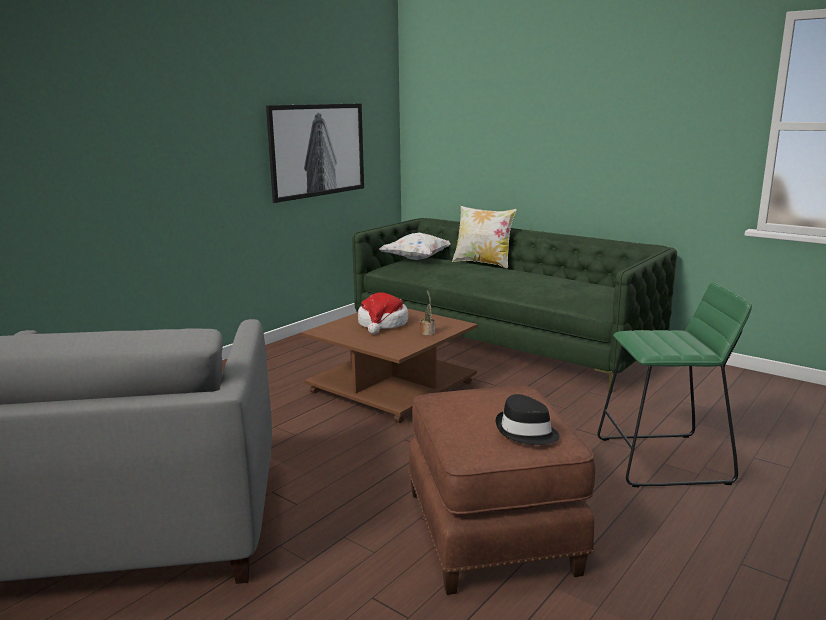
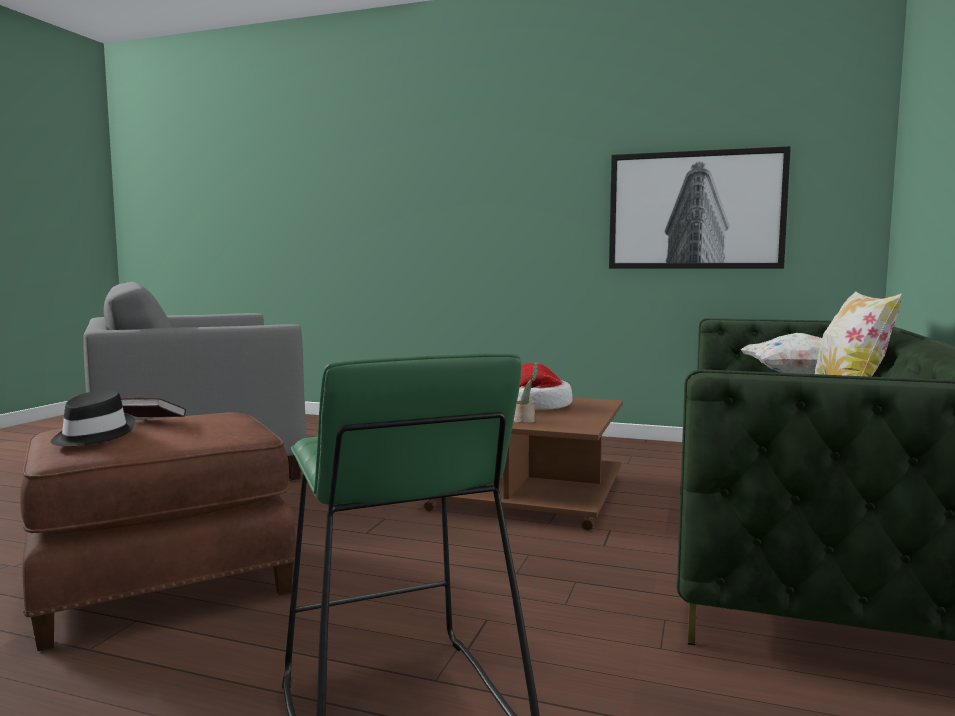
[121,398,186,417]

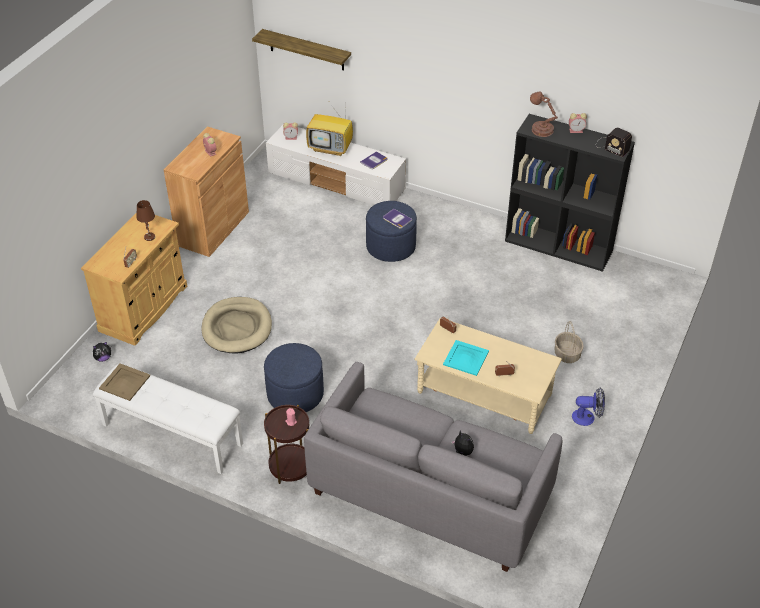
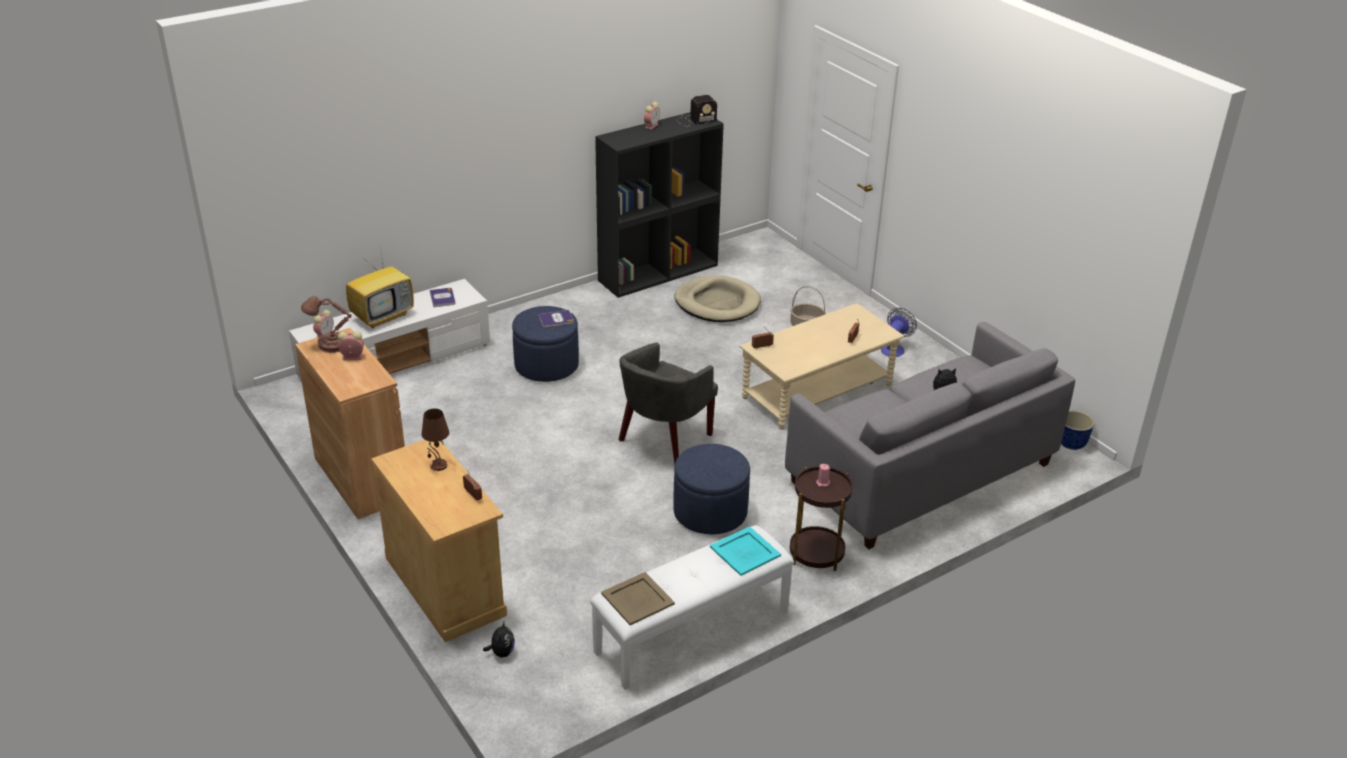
[252,29,351,71] (first image)
[301,296,352,353]
[675,275,761,322]
[710,526,781,576]
[619,342,718,465]
[1061,411,1094,450]

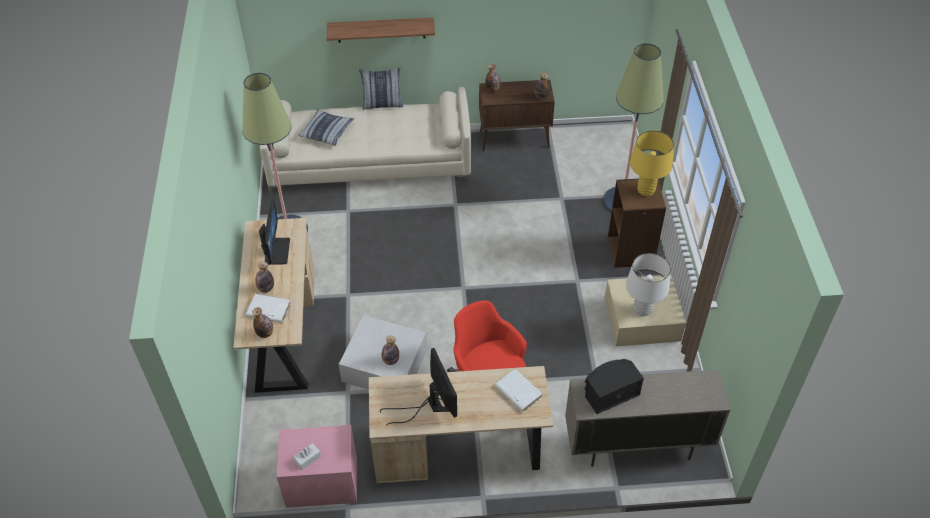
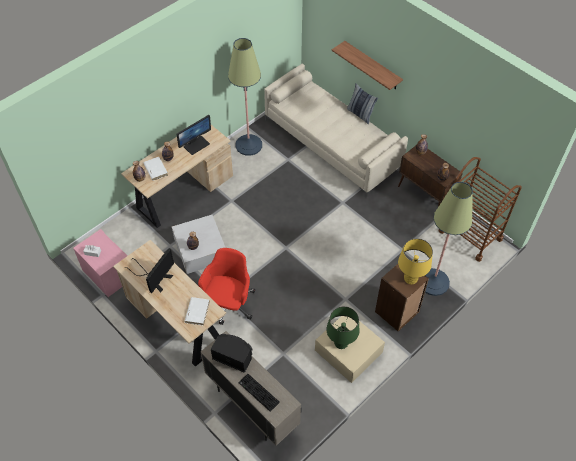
[298,109,354,146] (first image)
[326,306,359,349]
[438,157,522,262]
[239,374,280,412]

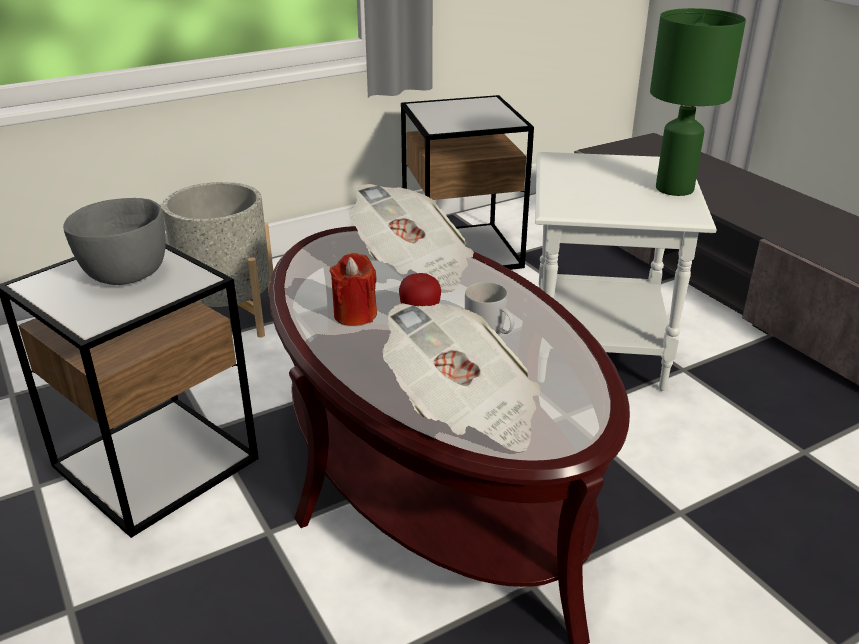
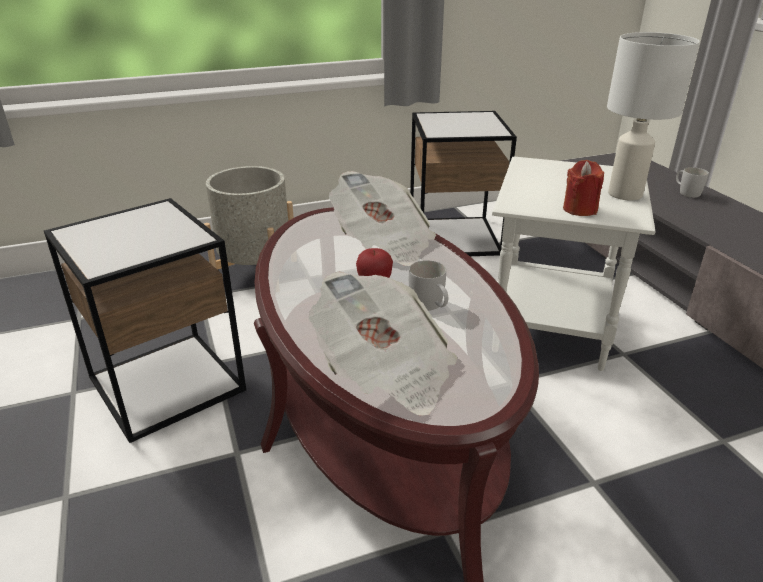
[607,32,700,201]
[63,198,166,285] (first image)
[563,160,604,216]
[676,167,709,198]

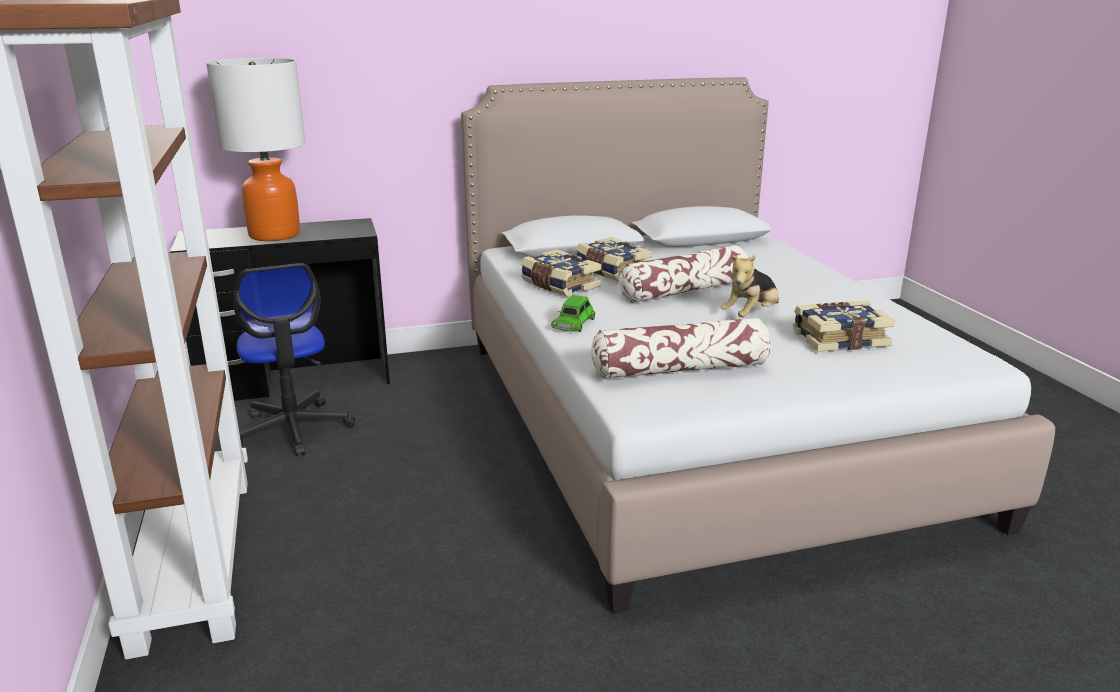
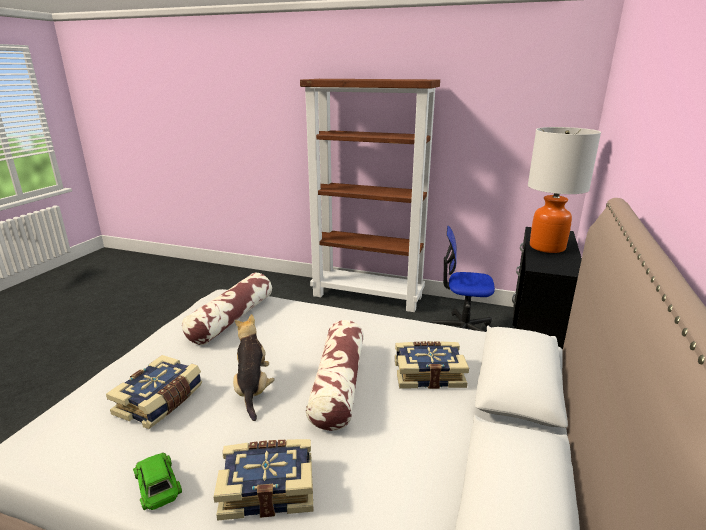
[214,439,314,520]
[133,452,182,510]

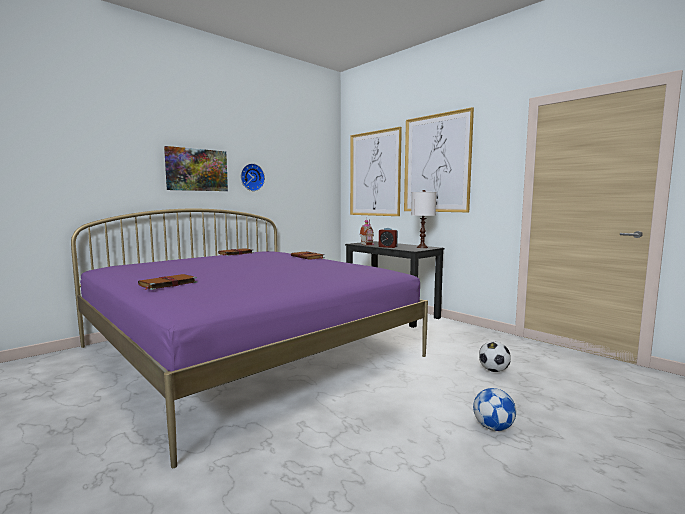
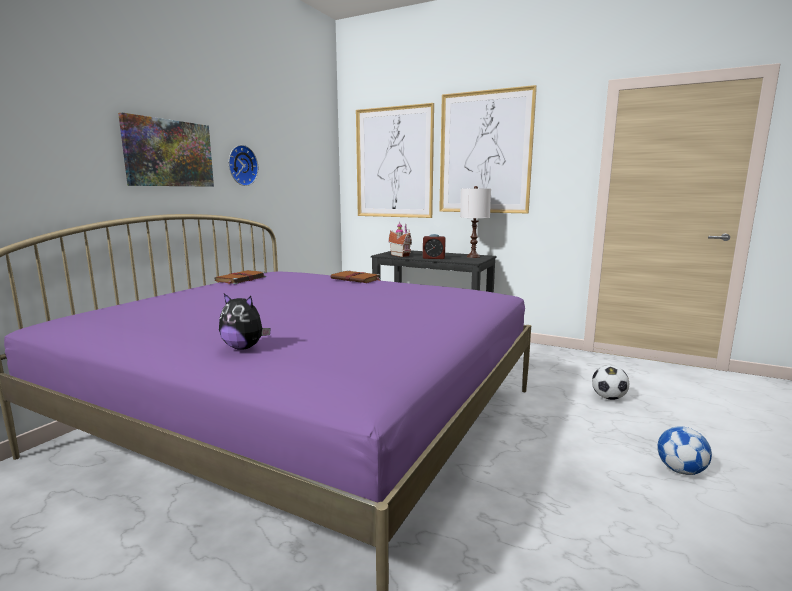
[219,294,271,350]

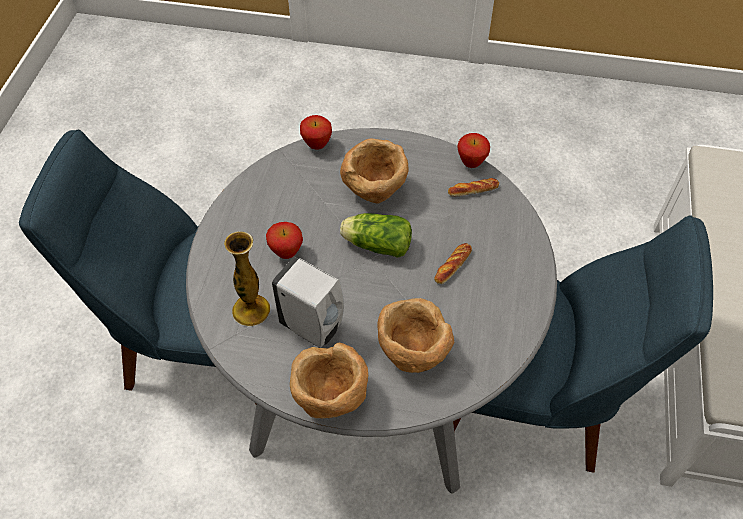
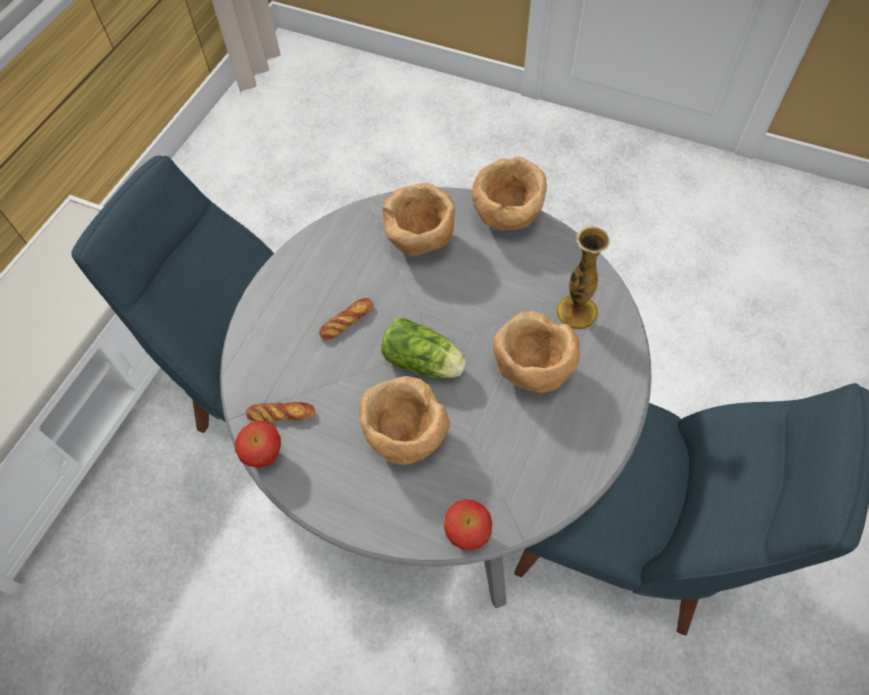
[493,311,580,393]
[272,256,344,348] (first image)

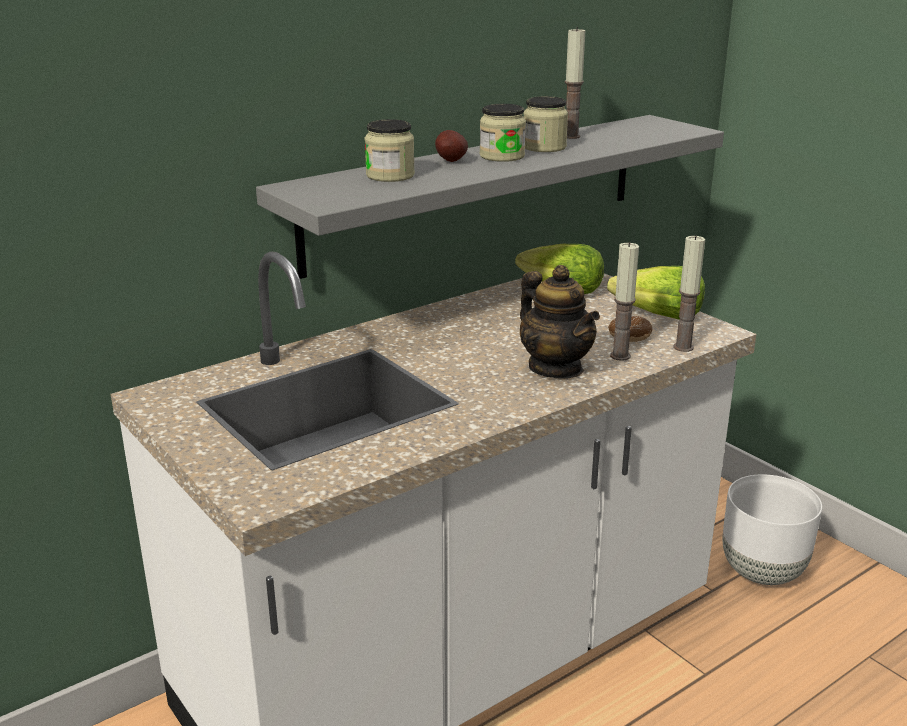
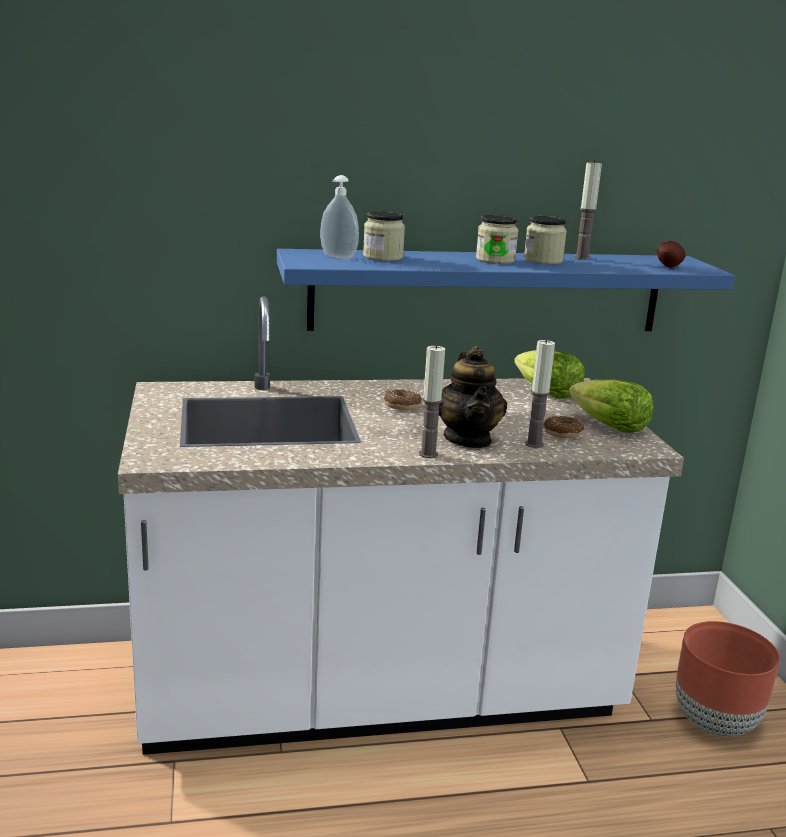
[277,249,735,331]
[657,241,686,268]
[419,345,445,458]
[676,621,780,737]
[320,175,359,259]
[384,389,422,410]

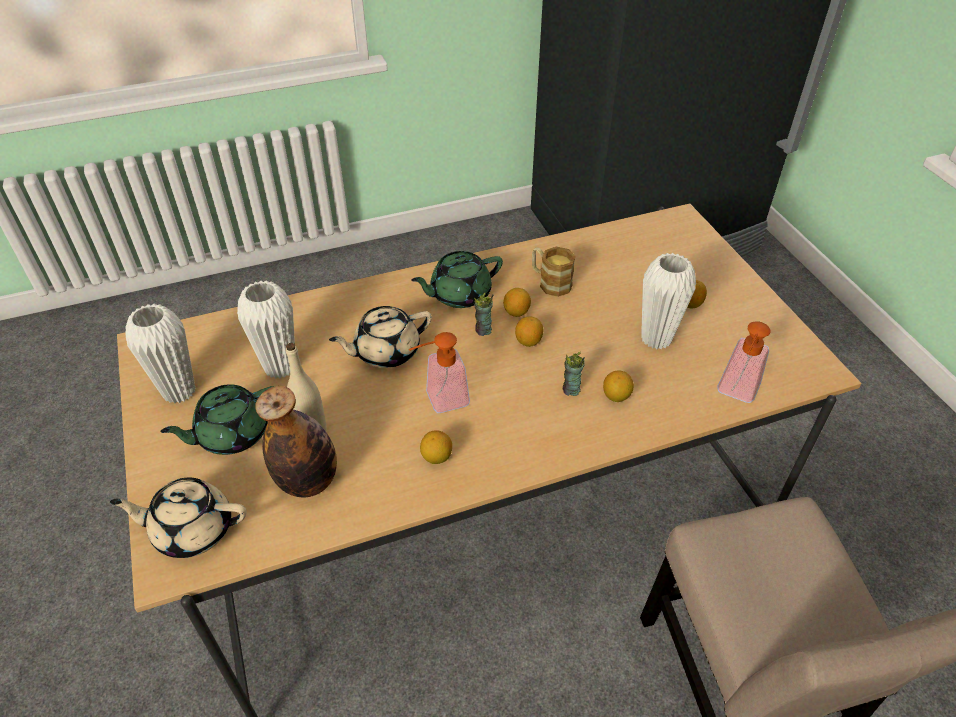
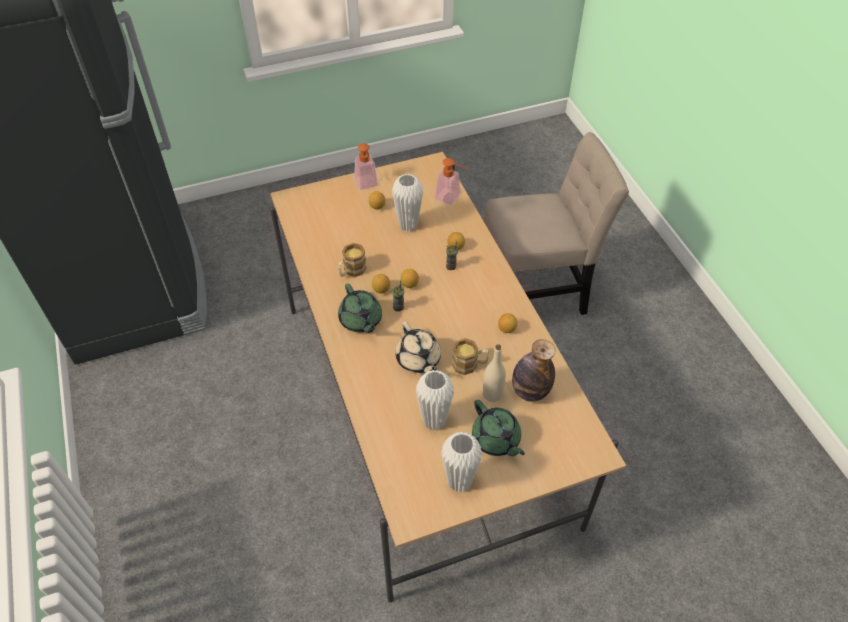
[354,143,378,190]
[110,478,247,558] (first image)
[452,338,490,375]

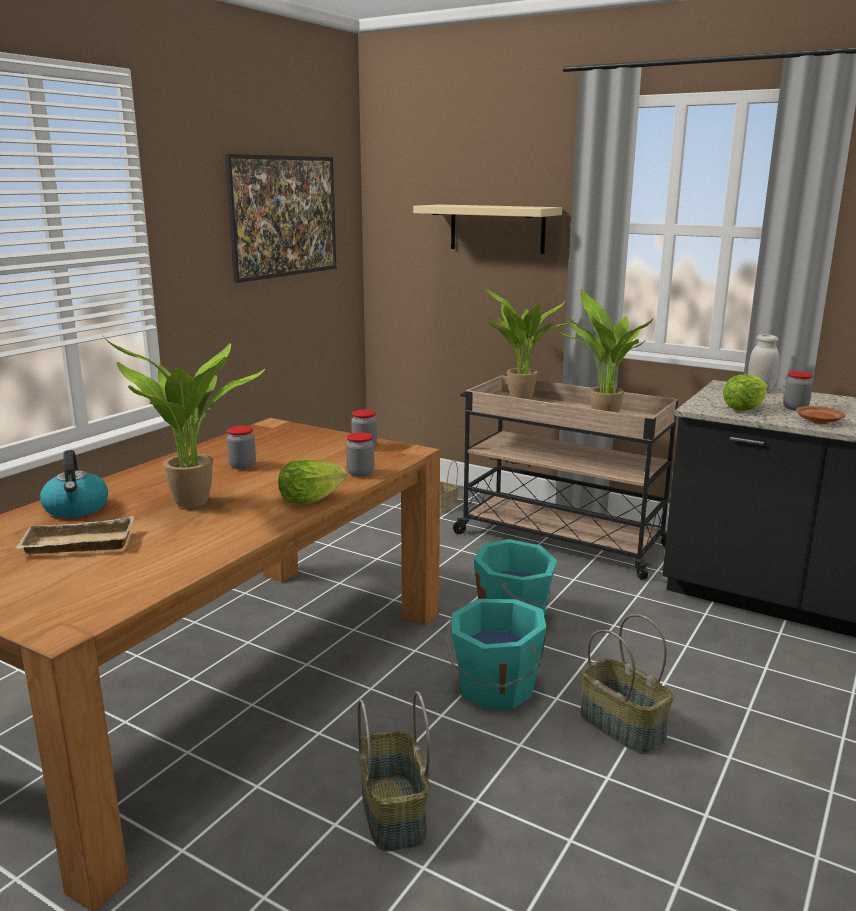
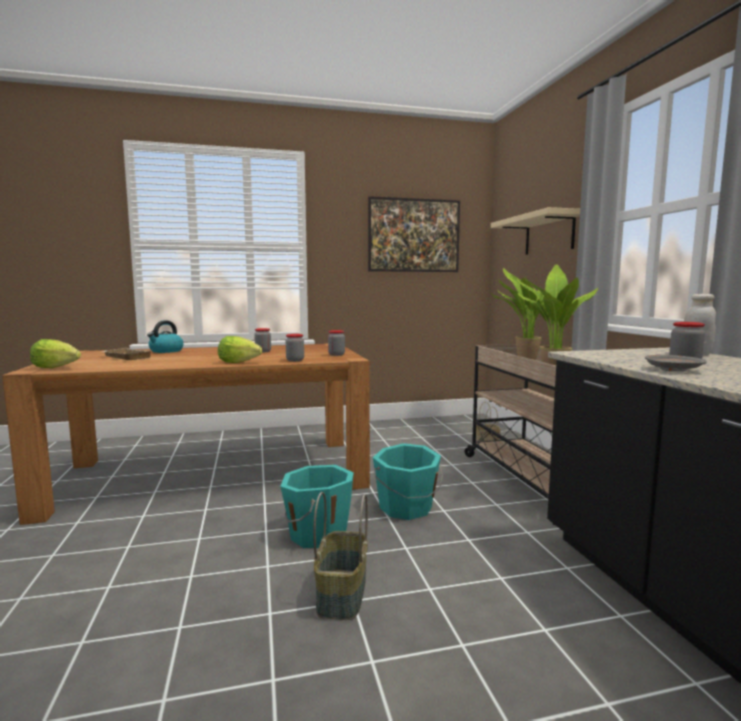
[102,335,265,508] (first image)
[30,339,81,368]
[645,355,707,371]
[358,691,430,852] (first image)

